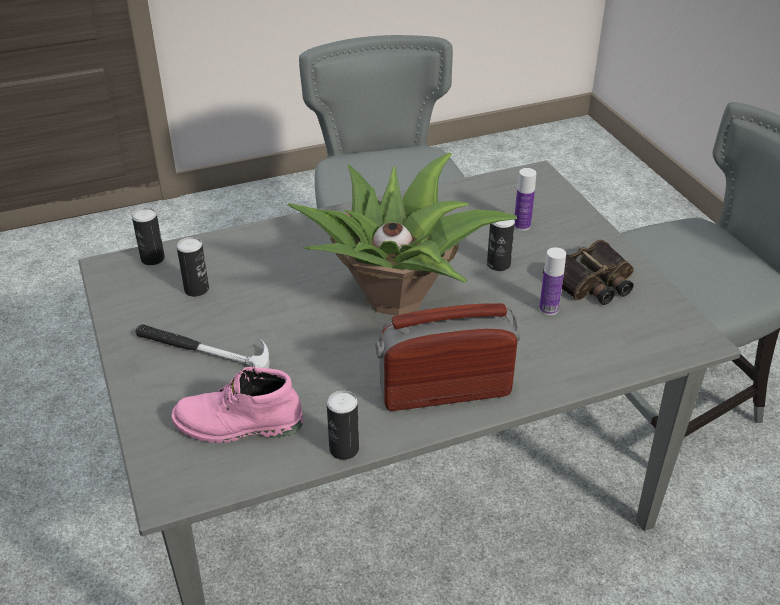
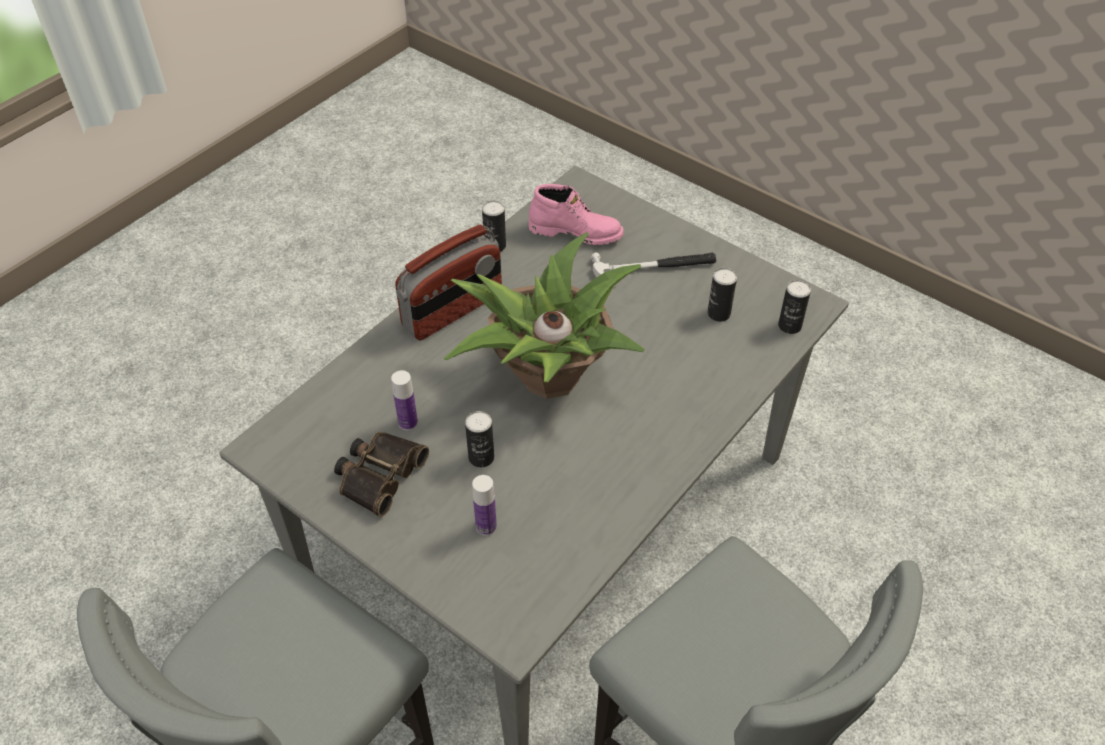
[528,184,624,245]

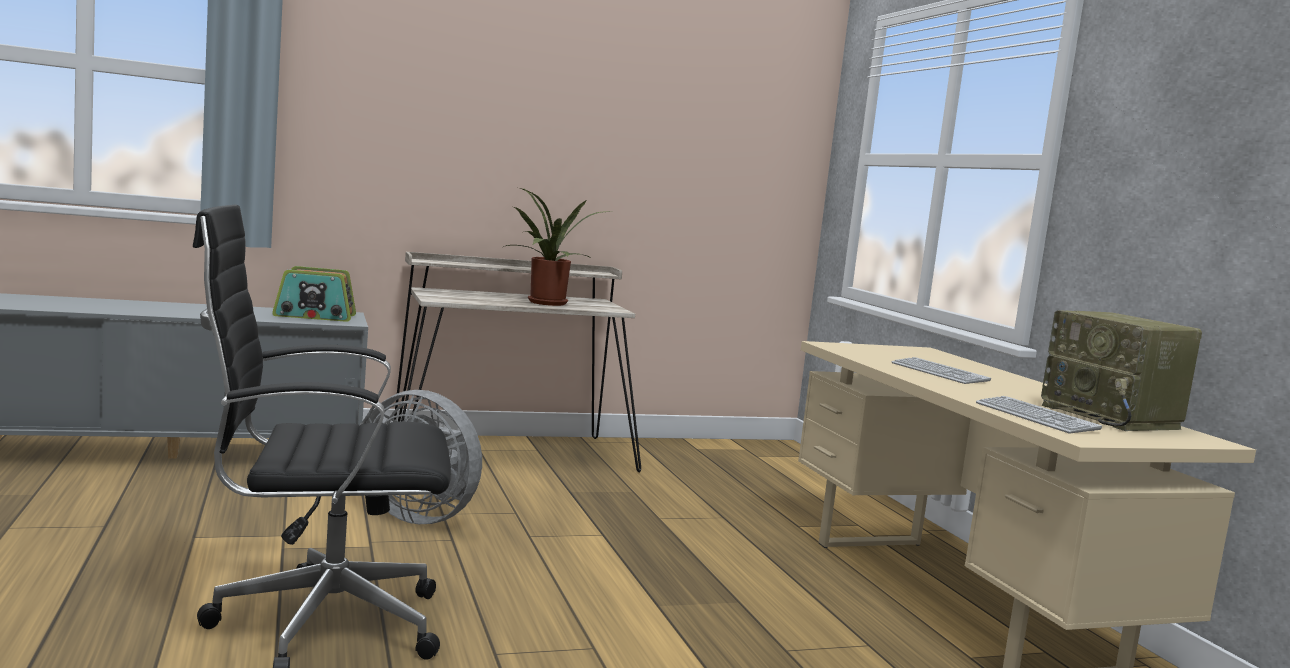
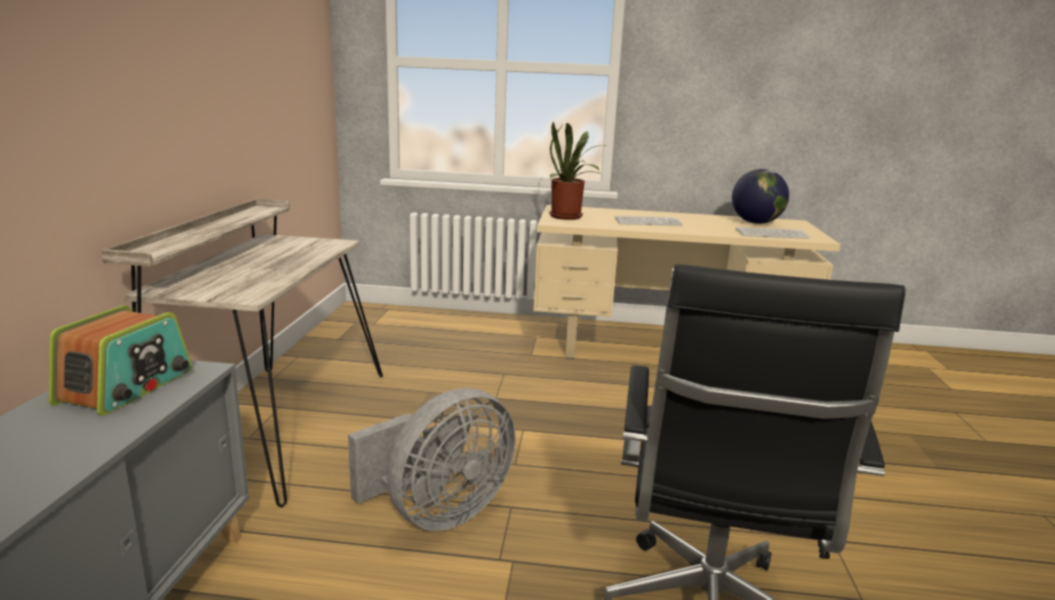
[549,122,607,220]
[732,169,789,224]

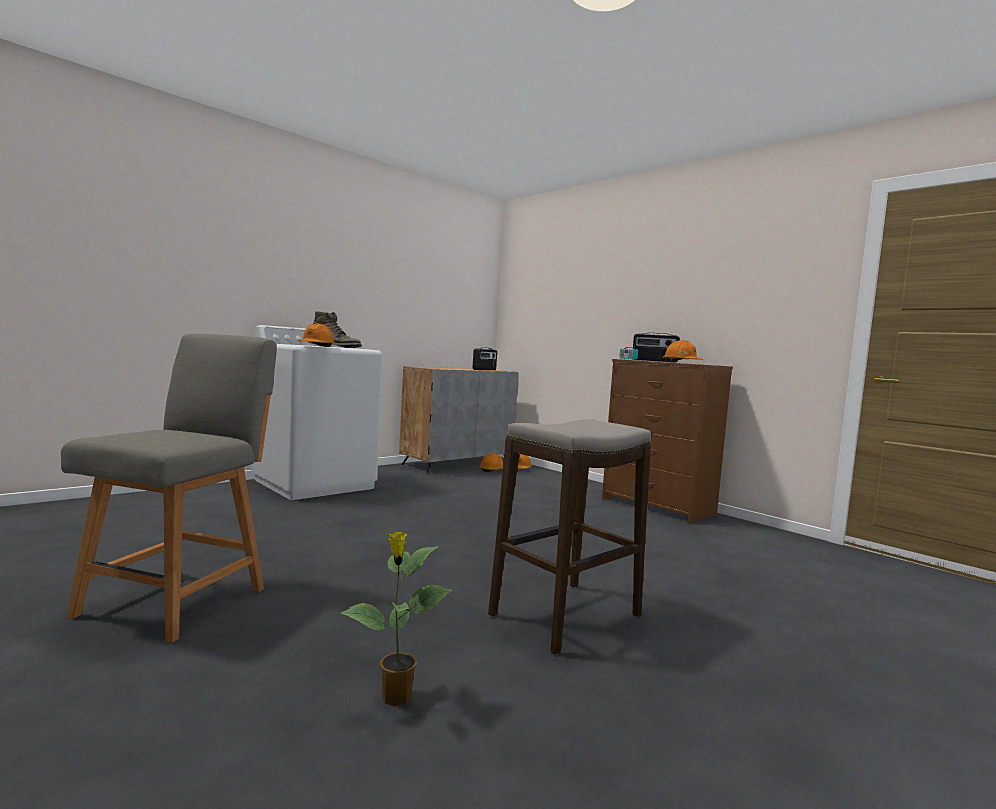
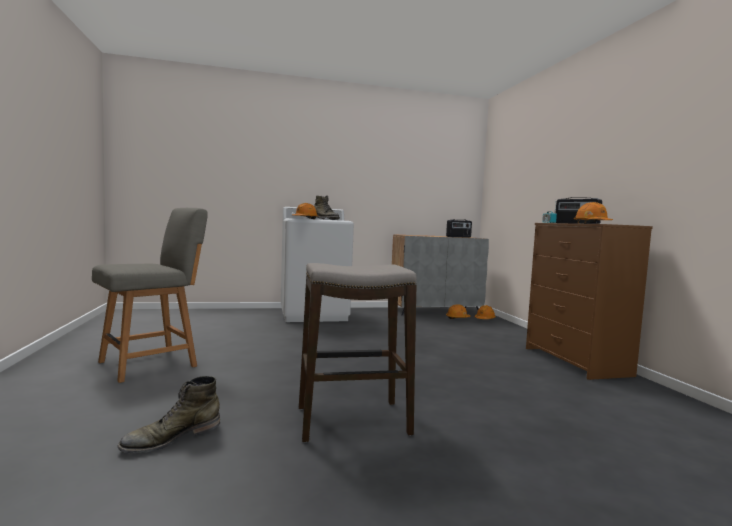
[117,376,220,453]

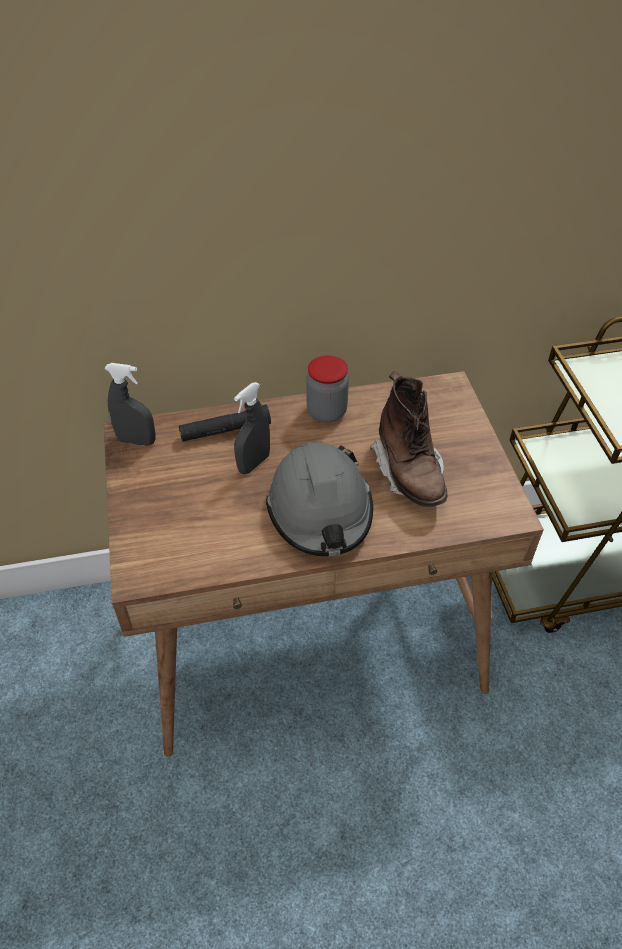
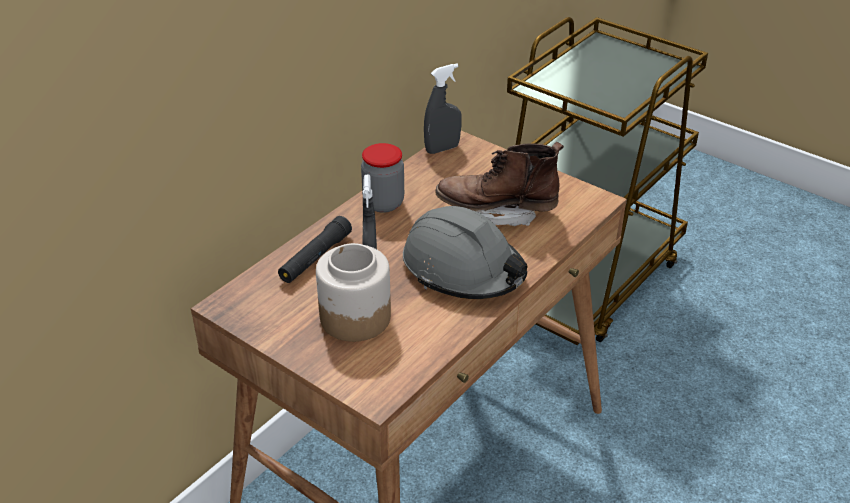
[424,64,462,154]
[436,142,564,226]
[316,243,391,342]

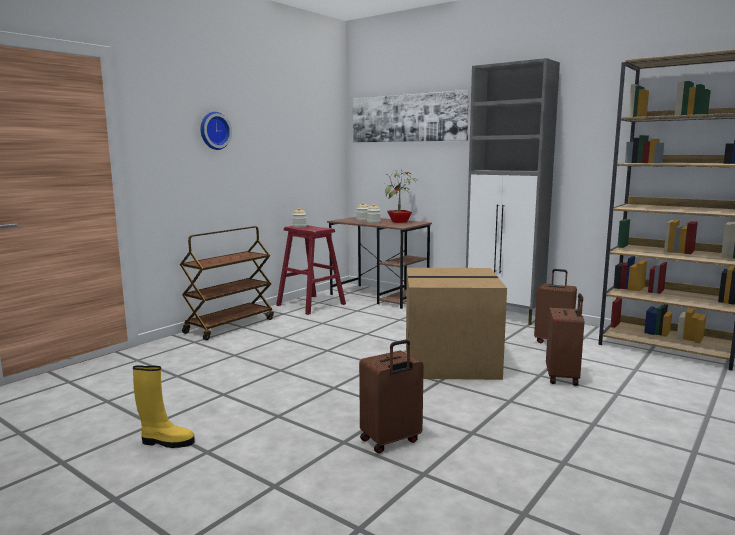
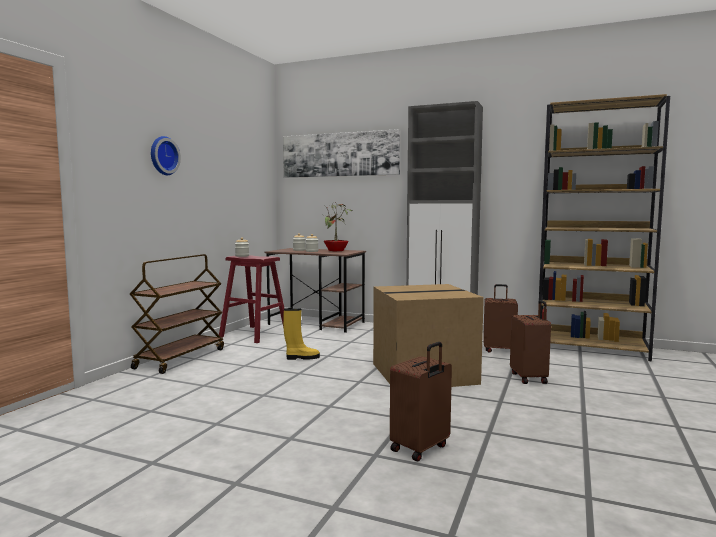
[283,308,320,360]

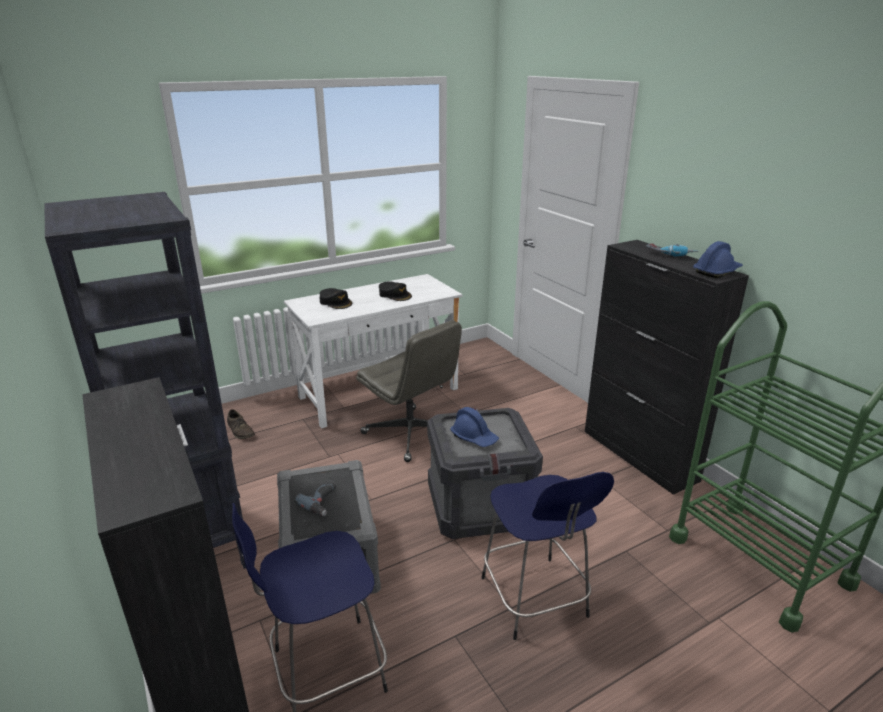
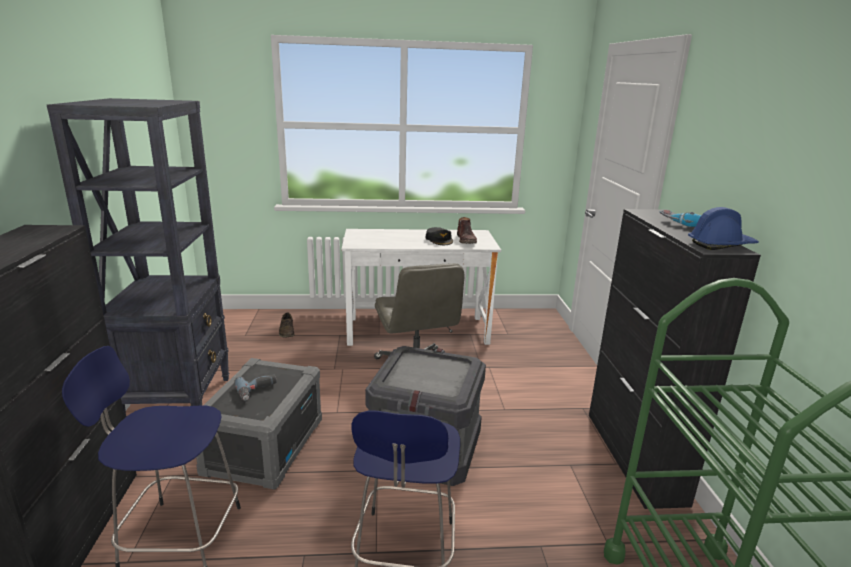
[320,288,352,309] (first image)
[450,407,499,447] (first image)
[457,217,477,244]

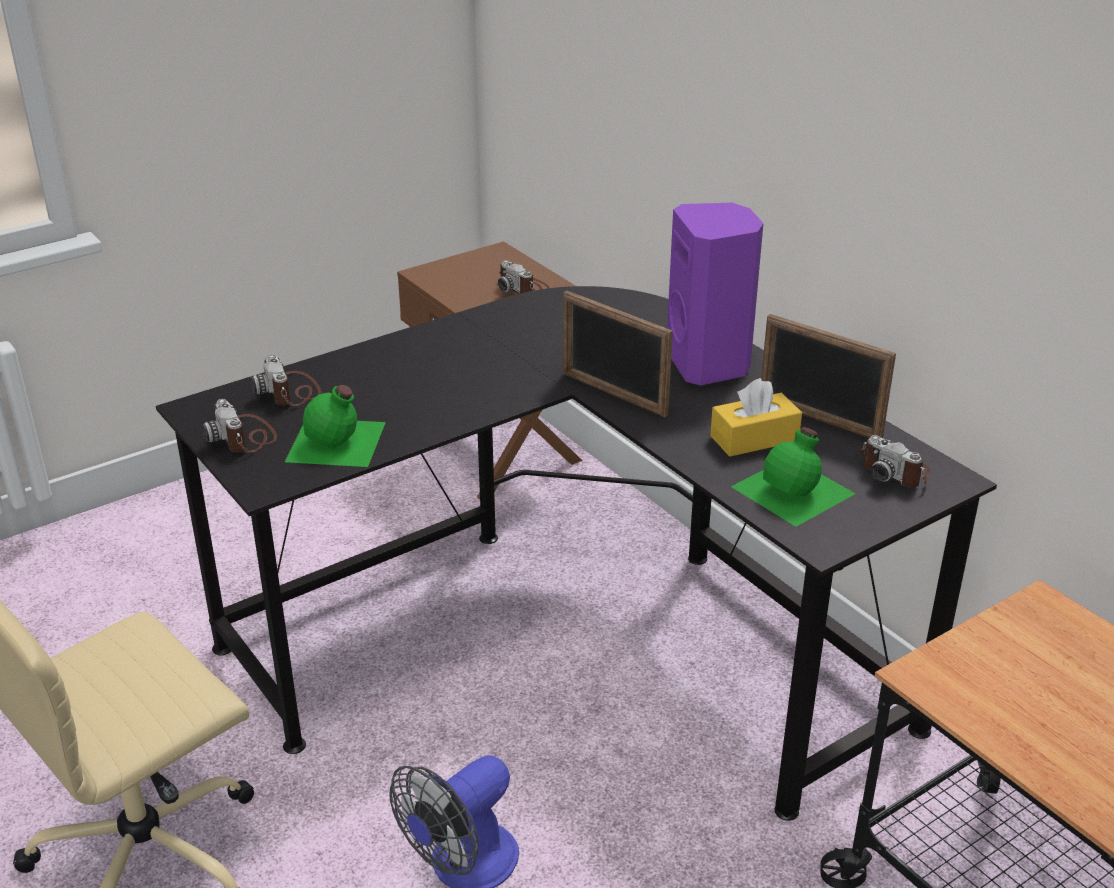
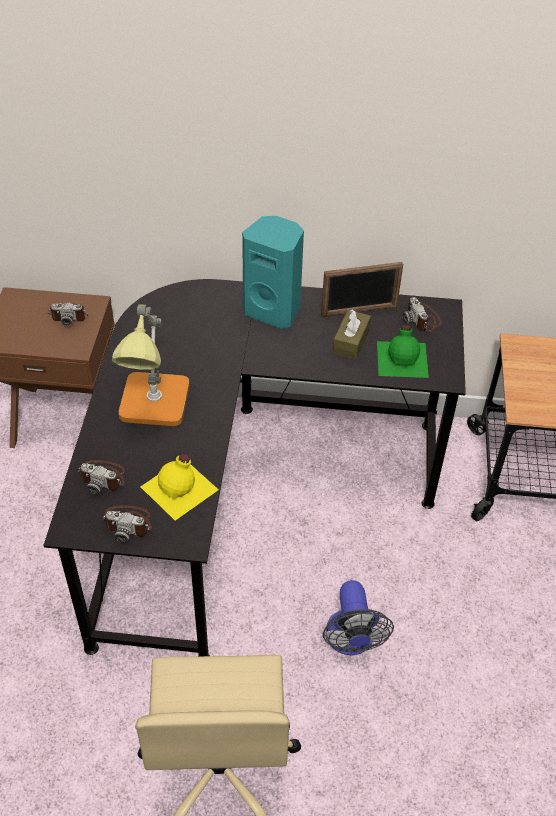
[242,216,304,329]
[563,290,673,417] (first image)
[333,309,371,360]
[140,454,219,520]
[402,297,442,332]
[112,304,190,426]

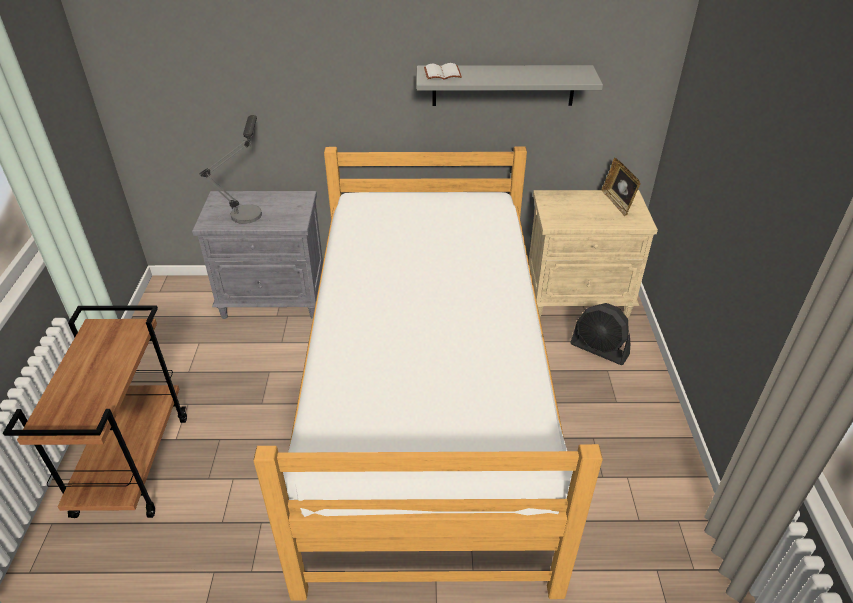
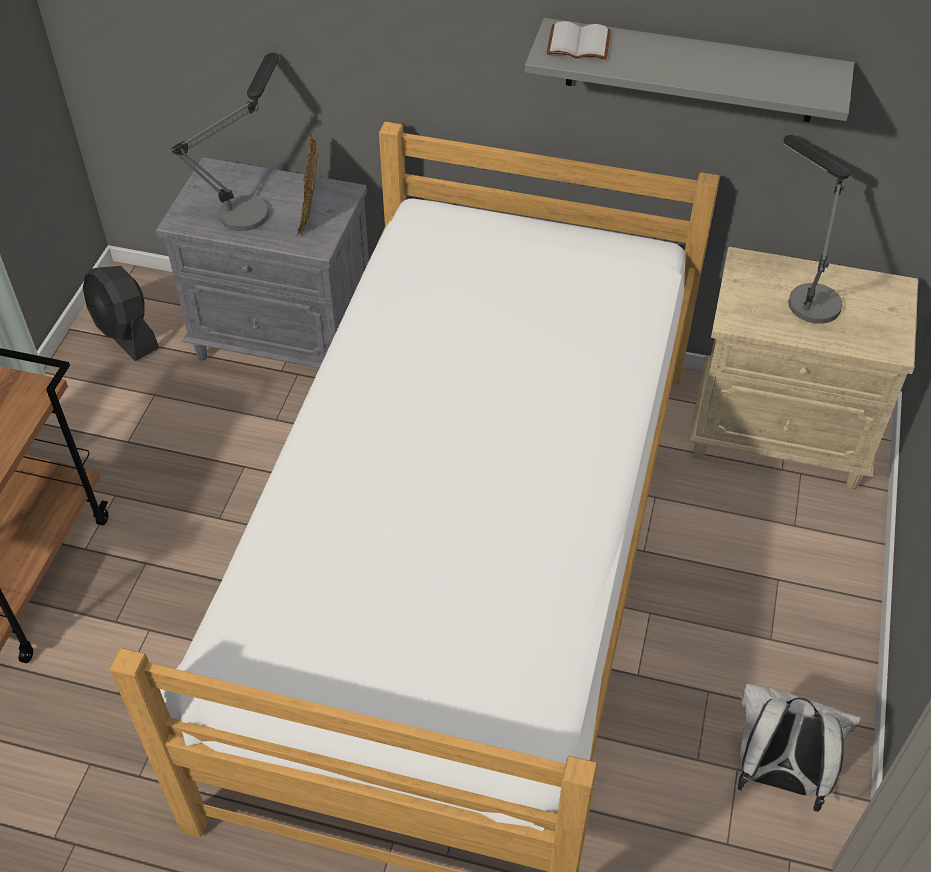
[296,134,317,236]
[83,266,159,361]
[783,135,850,324]
[738,684,861,812]

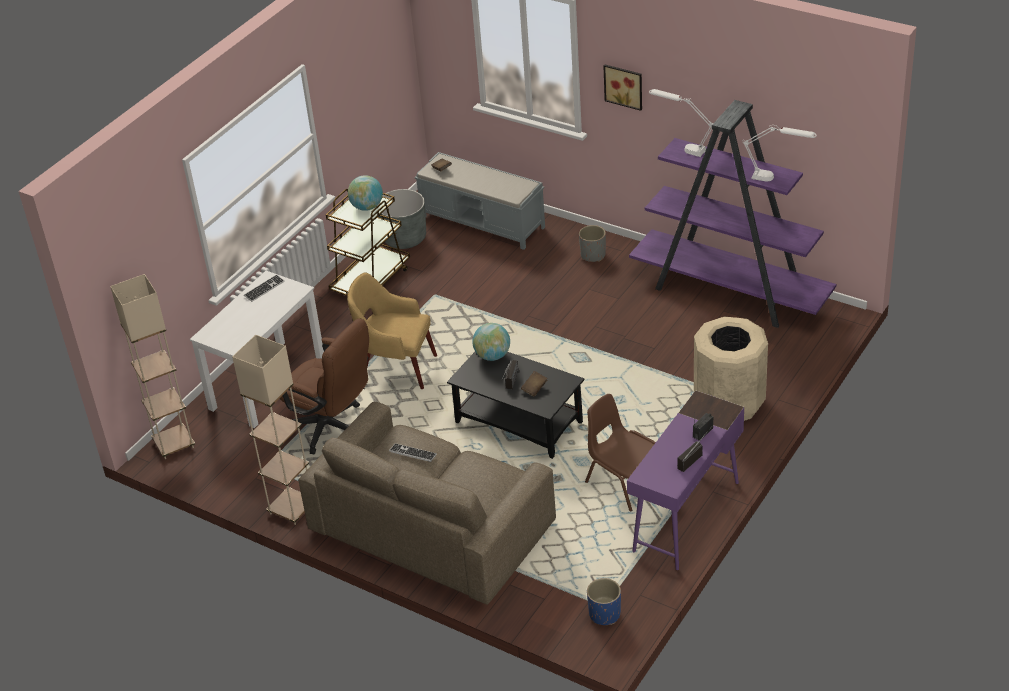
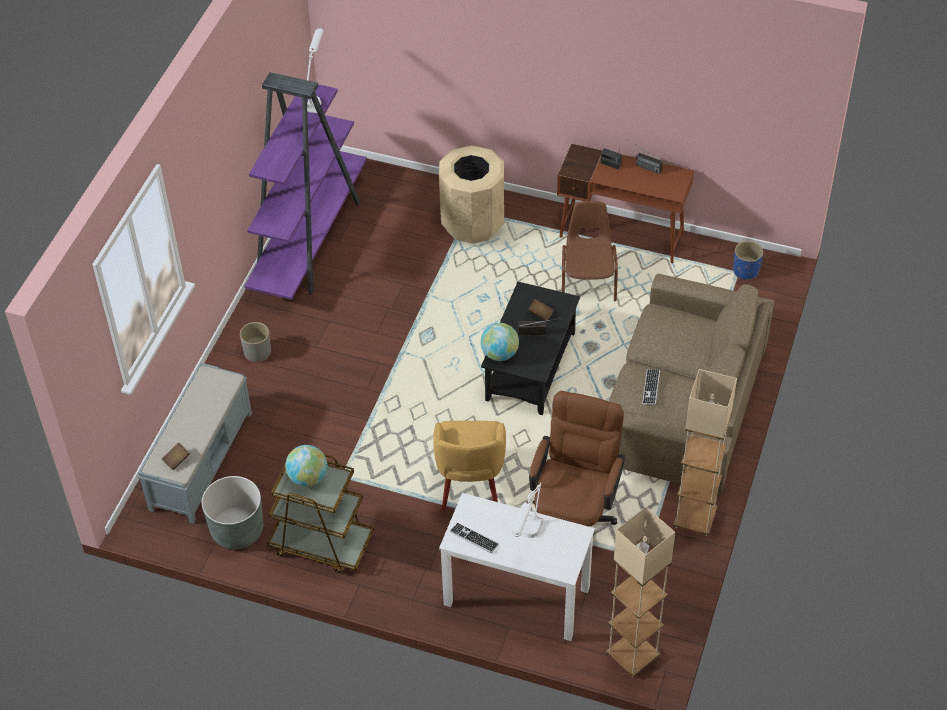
[603,65,642,111] (first image)
[512,482,544,538]
[557,143,694,263]
[562,201,618,301]

